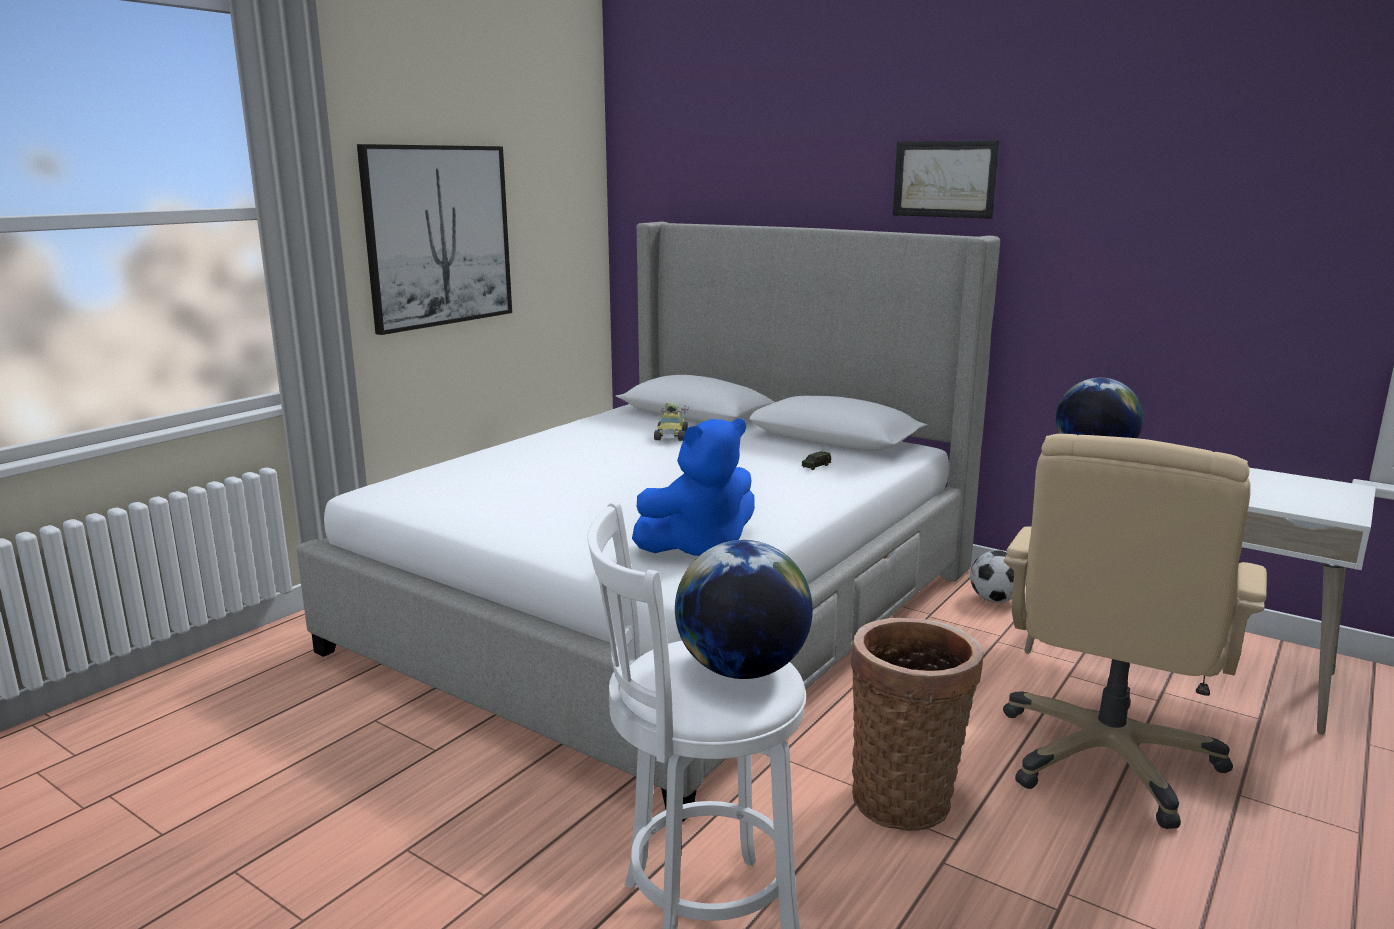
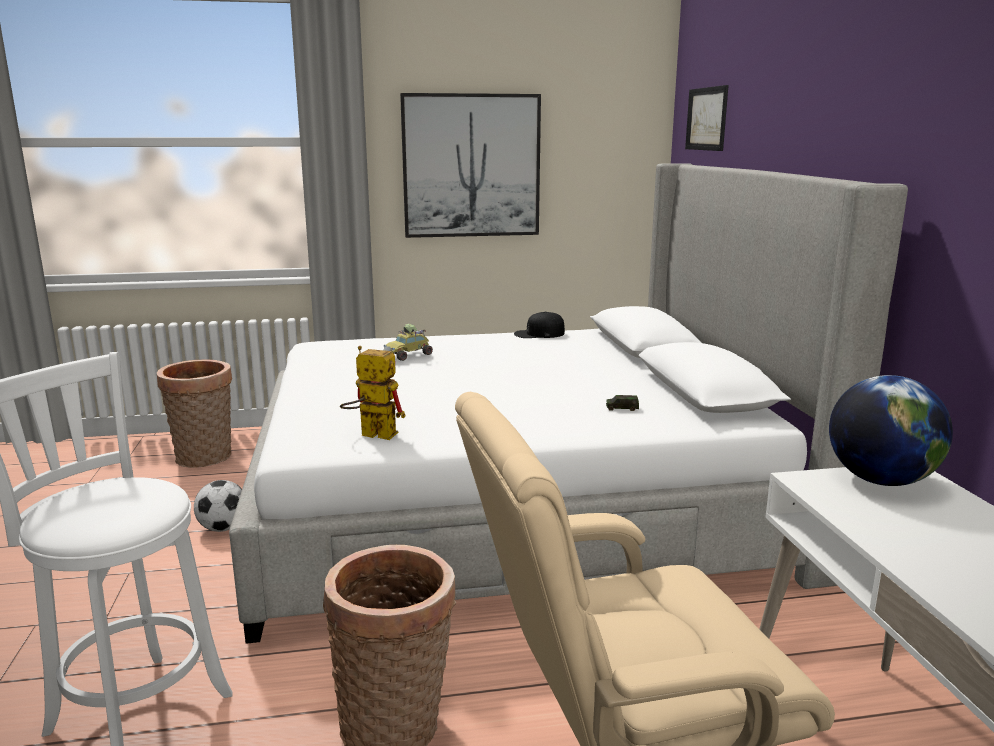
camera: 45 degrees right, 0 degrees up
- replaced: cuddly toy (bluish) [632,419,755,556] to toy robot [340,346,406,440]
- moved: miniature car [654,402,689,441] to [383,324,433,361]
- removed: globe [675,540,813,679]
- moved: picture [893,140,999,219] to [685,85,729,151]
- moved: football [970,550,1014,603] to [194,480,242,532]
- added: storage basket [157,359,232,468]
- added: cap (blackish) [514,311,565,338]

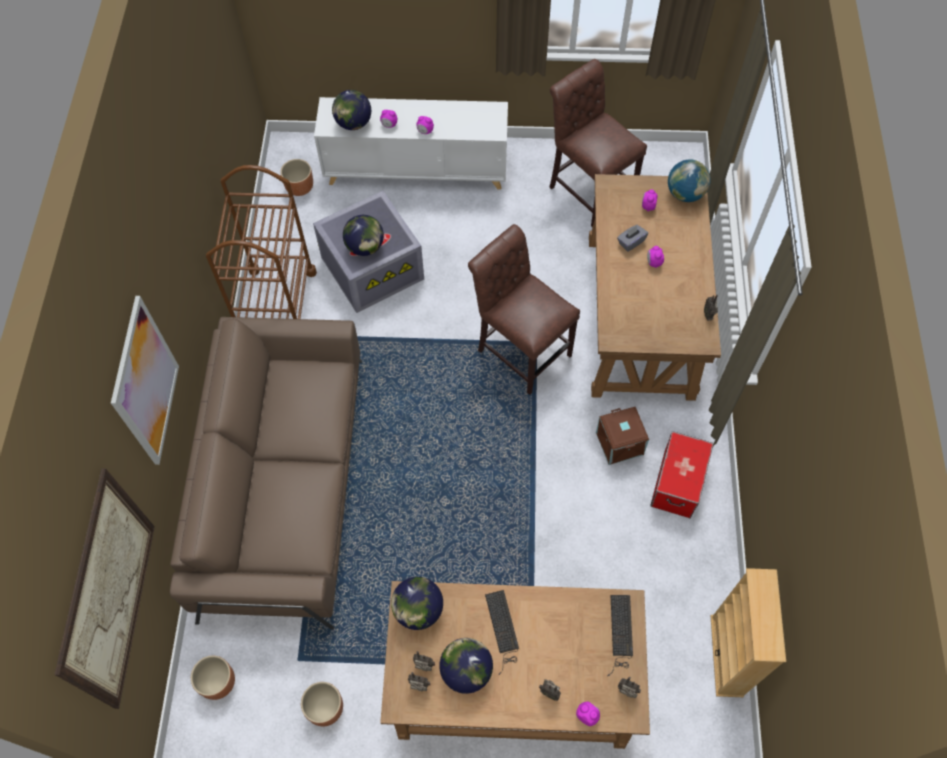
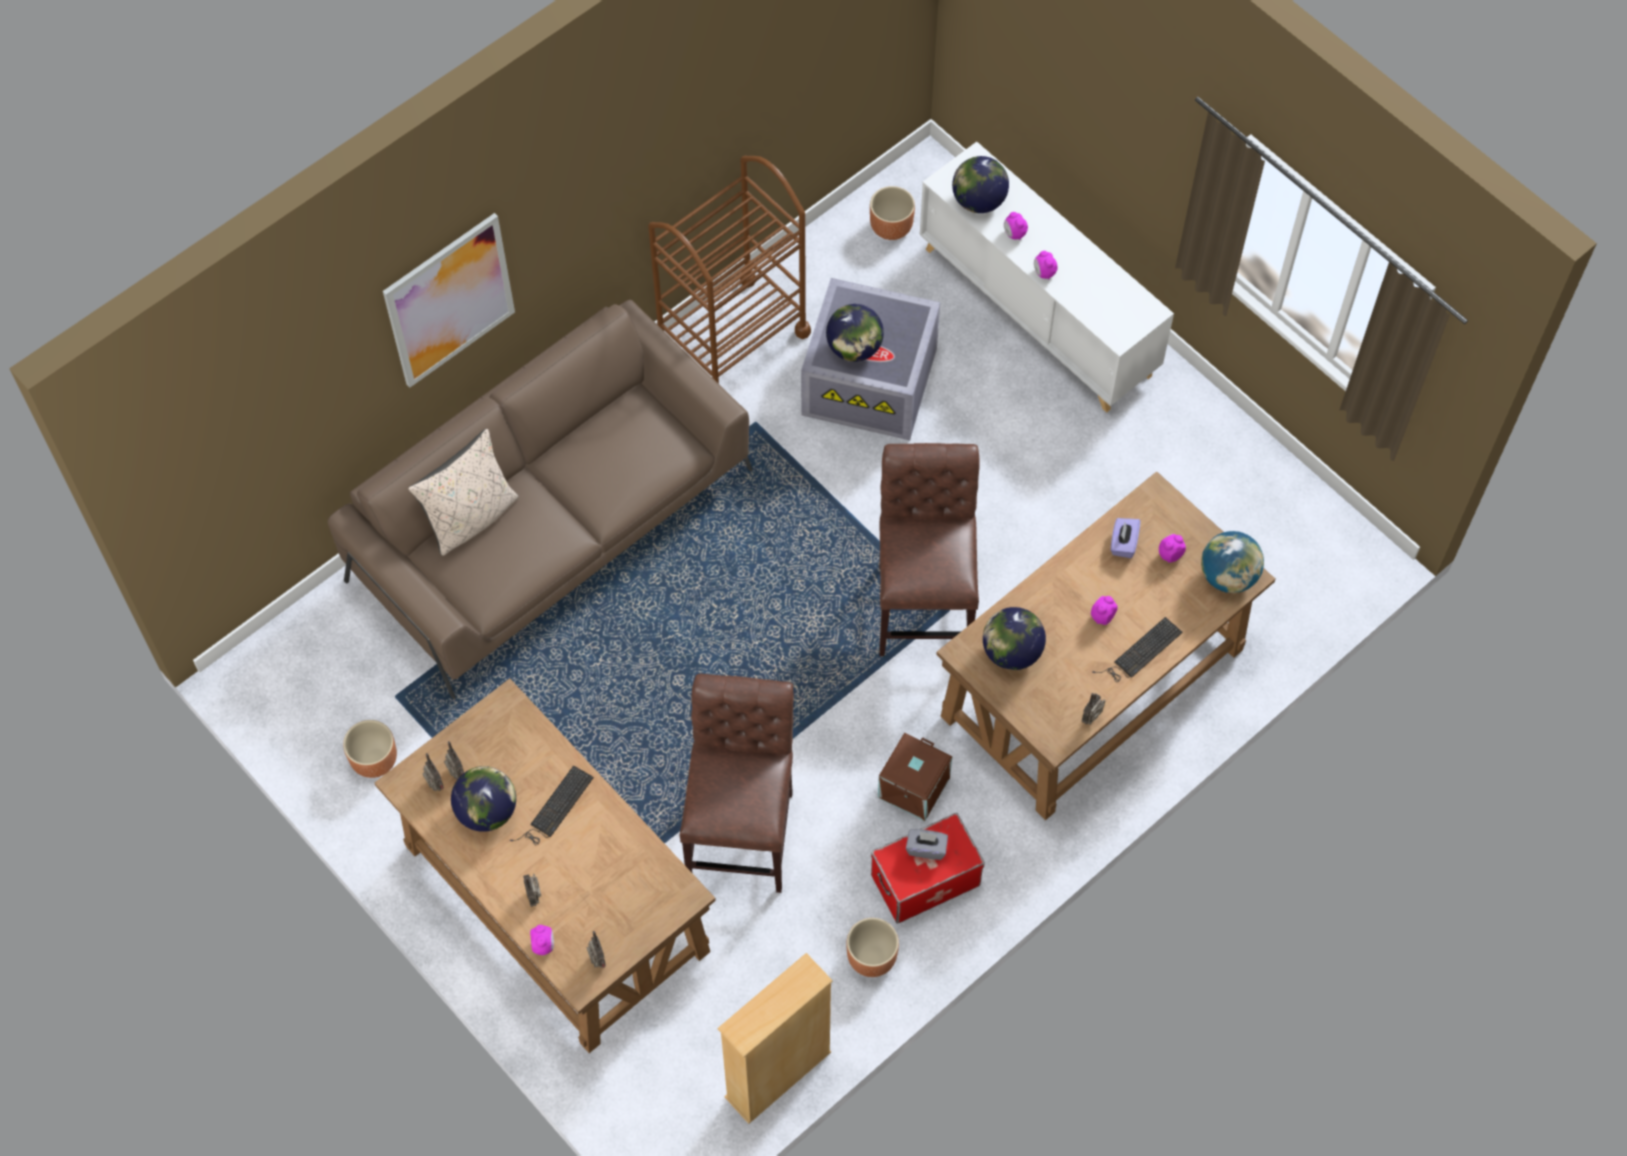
camera: 45 degrees right, 0 degrees up
- removed: picture [54,468,155,709]
- moved: plant pot (brownish) [191,656,235,700] to [846,918,899,977]
- moved: globe [391,577,443,630] to [983,607,1046,670]
- moved: plain chair (brownish) [550,59,647,227] to [680,674,794,893]
- moved: keyboard [608,595,633,676] to [1092,617,1182,682]
- moved: tissue box (gray) [617,225,648,252] to [906,829,948,860]
- added: throw pillow (beige-coloured) [408,429,519,556]
- added: tissue box (purplish) [1111,518,1140,558]

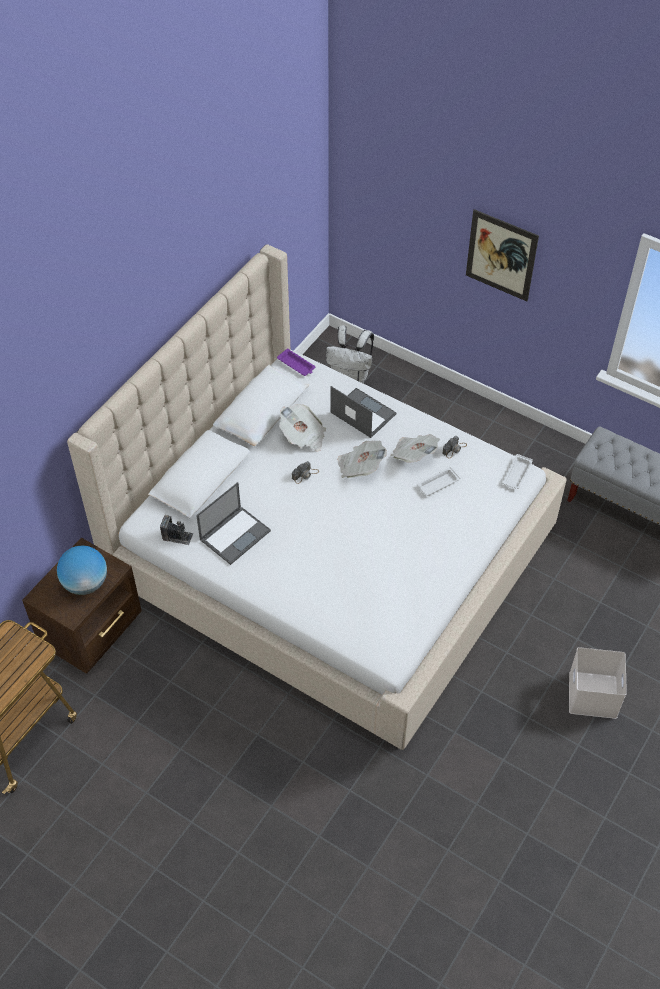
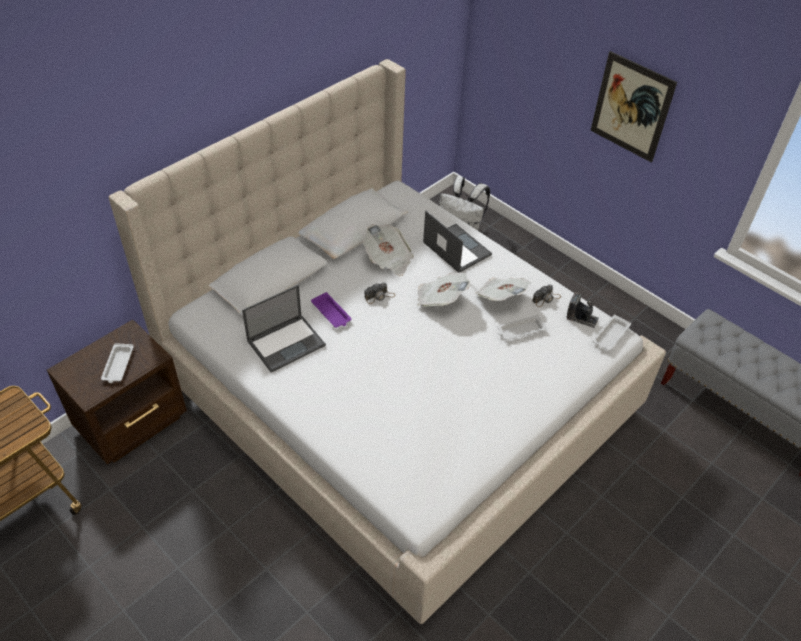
camera: 10 degrees right, 5 degrees down
- replaced: globe [57,546,107,595] to carrying tray (white-coloured) [101,343,134,383]
- moved: still camera [160,515,193,545] to [566,292,599,328]
- moved: carrying tray (purplish) [277,348,315,376] to [311,292,351,328]
- removed: storage box (white-coloured) [569,647,627,719]

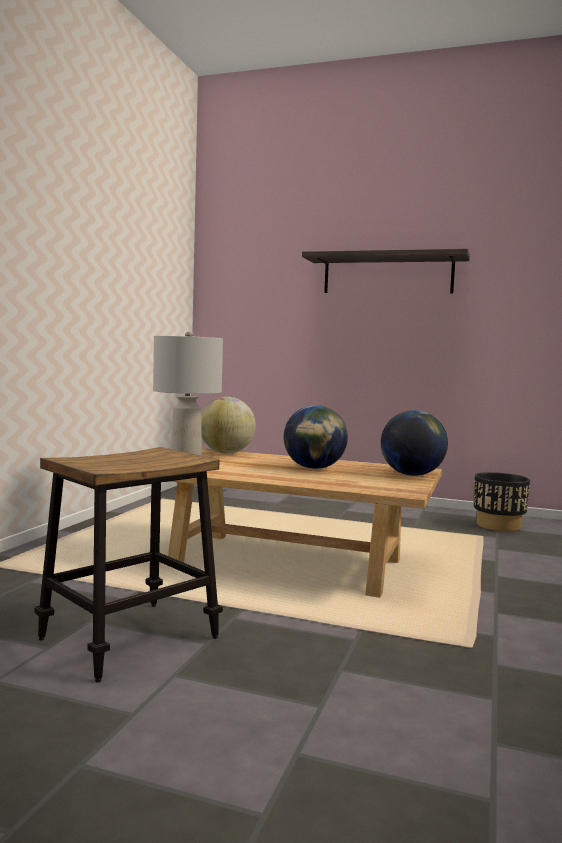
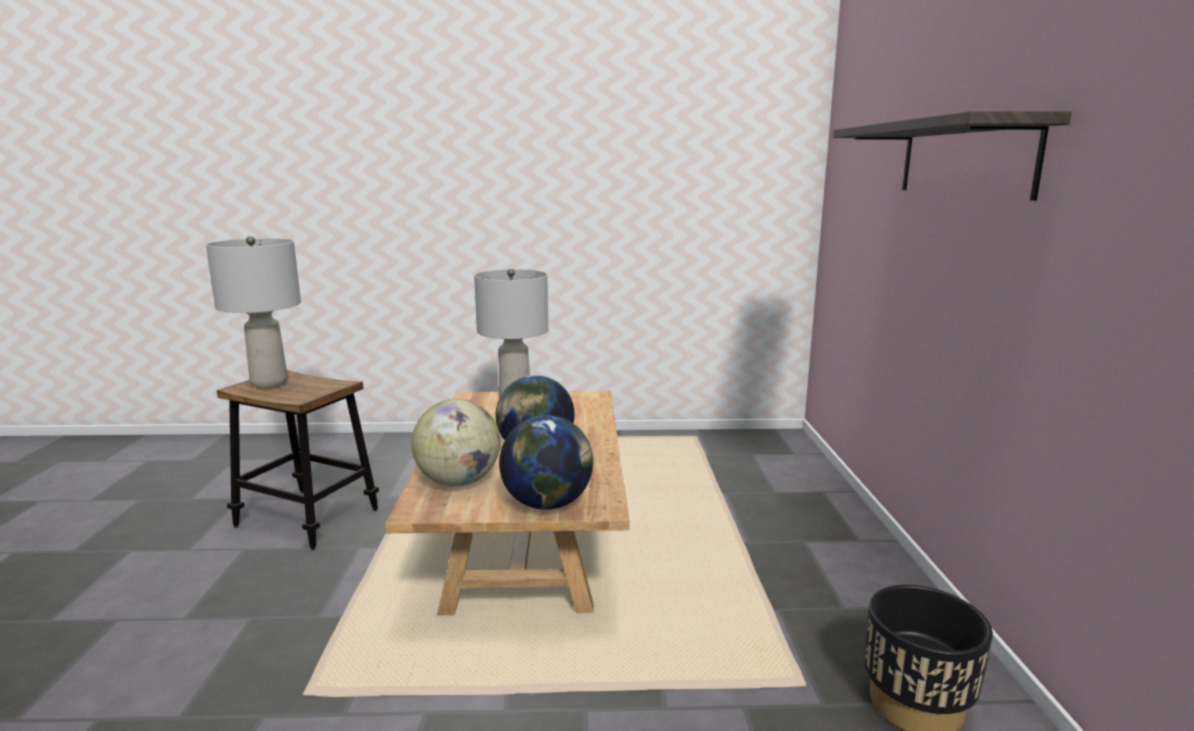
camera: 70 degrees right, 10 degrees up
- moved: globe [201,397,256,454] to [412,399,500,486]
- added: tabletop lamp (gray) [206,236,301,388]

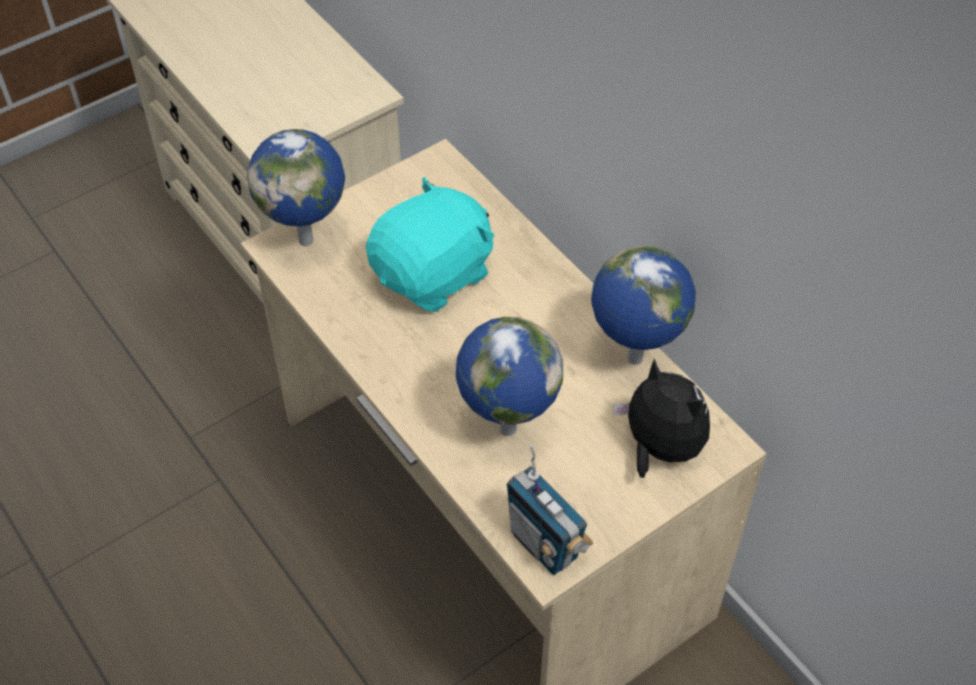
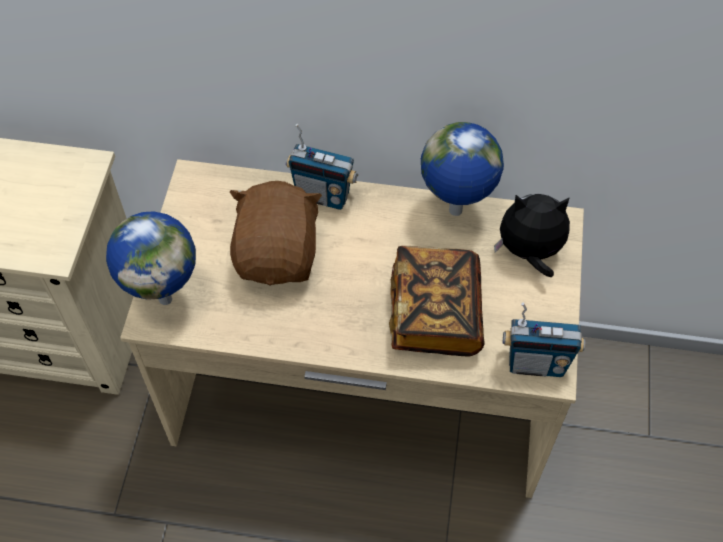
camera: 45 degrees left, 5 degrees up
- recoloured: cuddly toy (turquoise) [366,177,494,312] to cuddly toy (brownish) [230,181,322,285]
- replaced: globe [455,317,563,436] to bound book [389,246,485,356]
- added: radio [286,124,358,210]

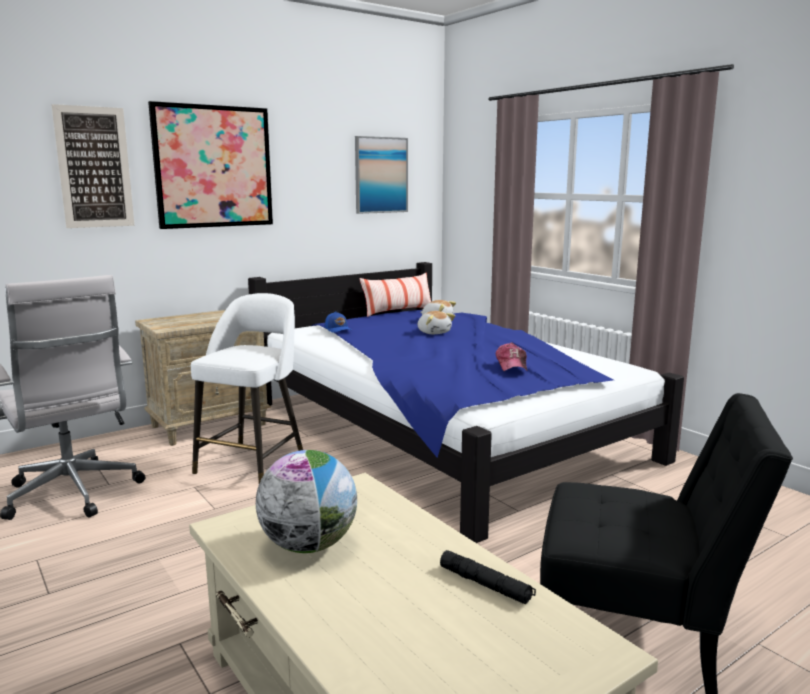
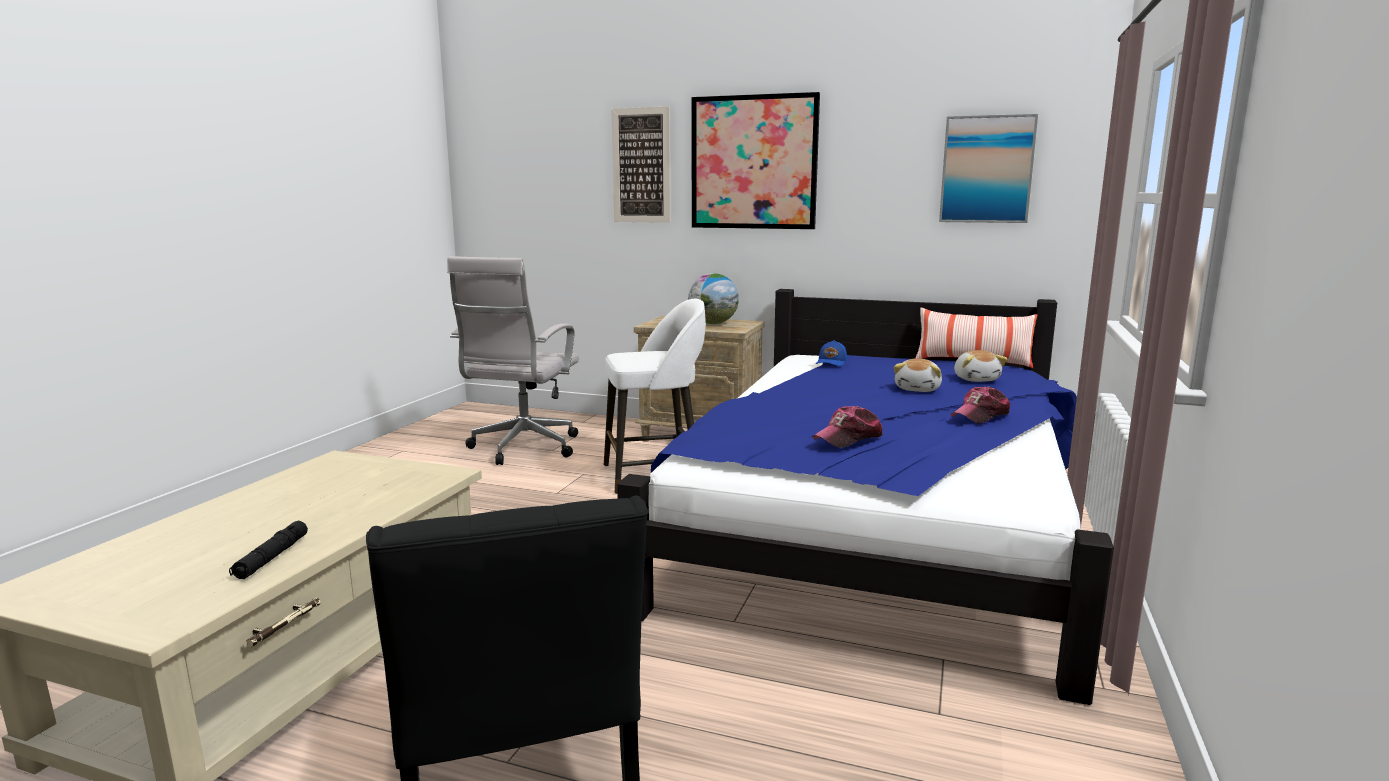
camera: 55 degrees right, 0 degrees up
- moved: globe [256,450,357,553] to [688,273,739,324]
- added: cap [951,386,1010,424]

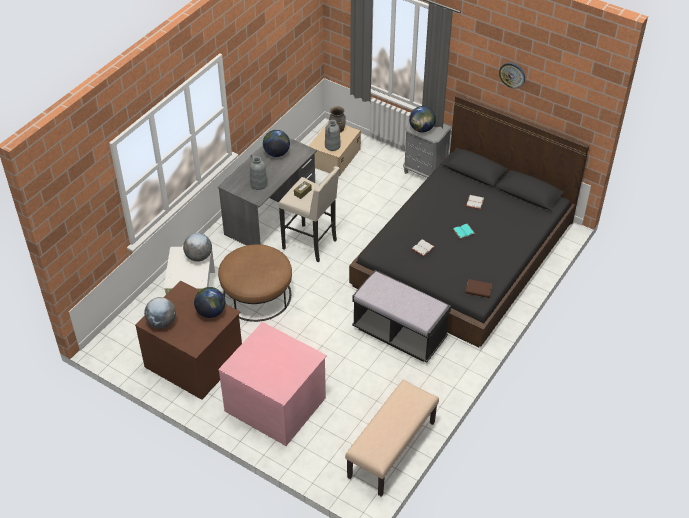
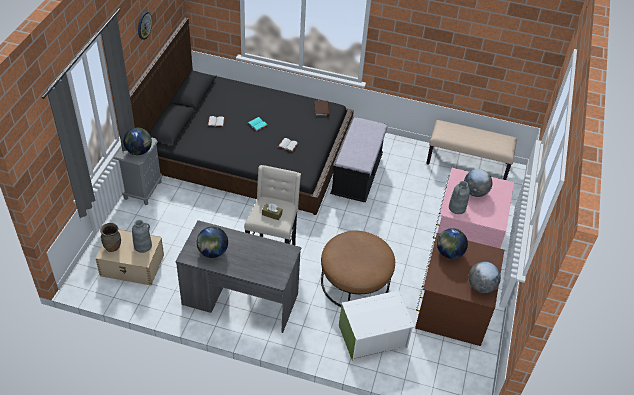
camera: 110 degrees left, 0 degrees up
- moved: globe [183,233,212,262] to [464,169,492,197]
- moved: vase (gray) [250,154,267,190] to [449,181,470,214]

